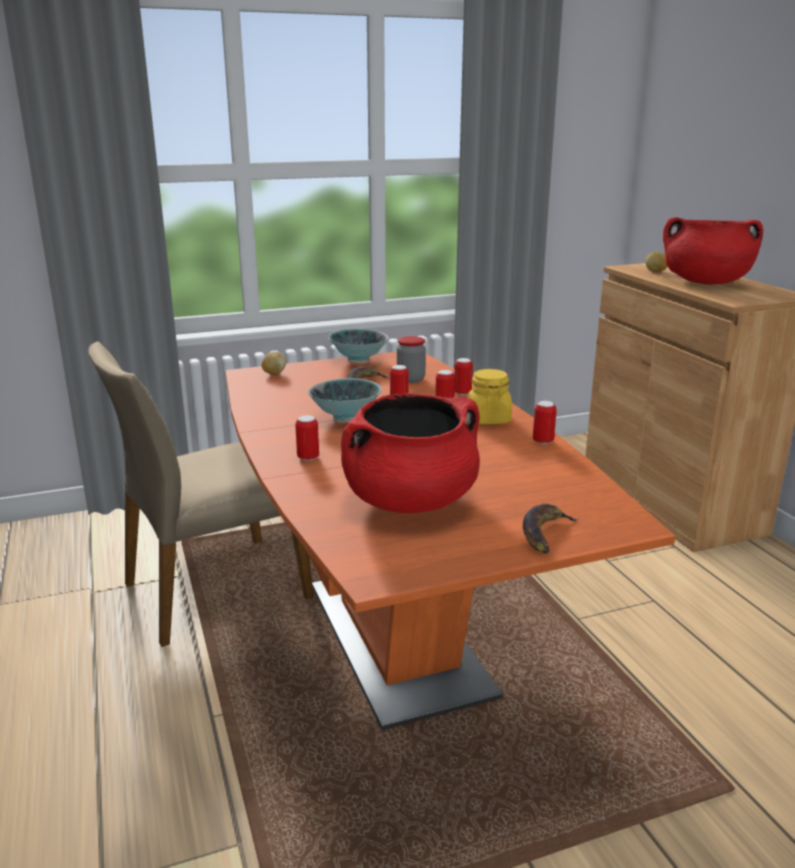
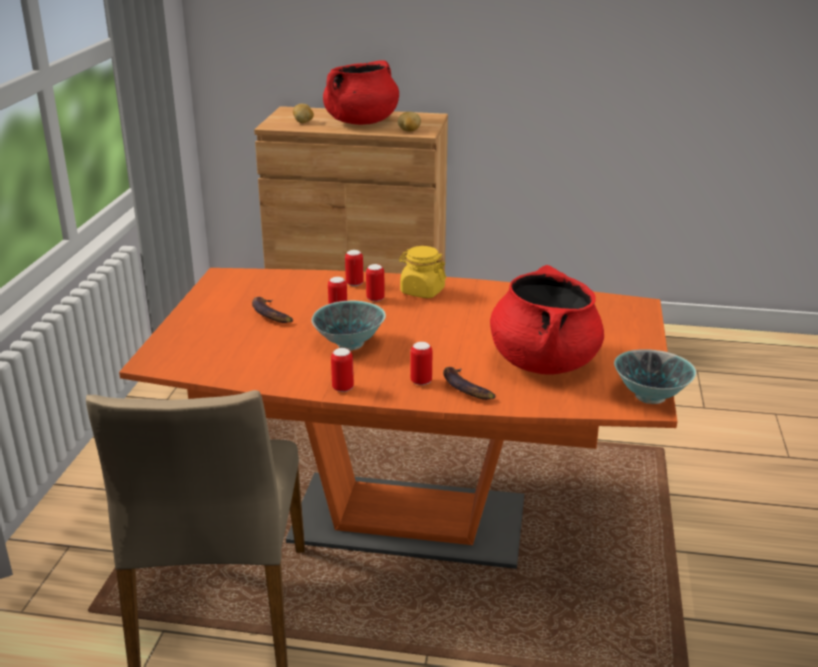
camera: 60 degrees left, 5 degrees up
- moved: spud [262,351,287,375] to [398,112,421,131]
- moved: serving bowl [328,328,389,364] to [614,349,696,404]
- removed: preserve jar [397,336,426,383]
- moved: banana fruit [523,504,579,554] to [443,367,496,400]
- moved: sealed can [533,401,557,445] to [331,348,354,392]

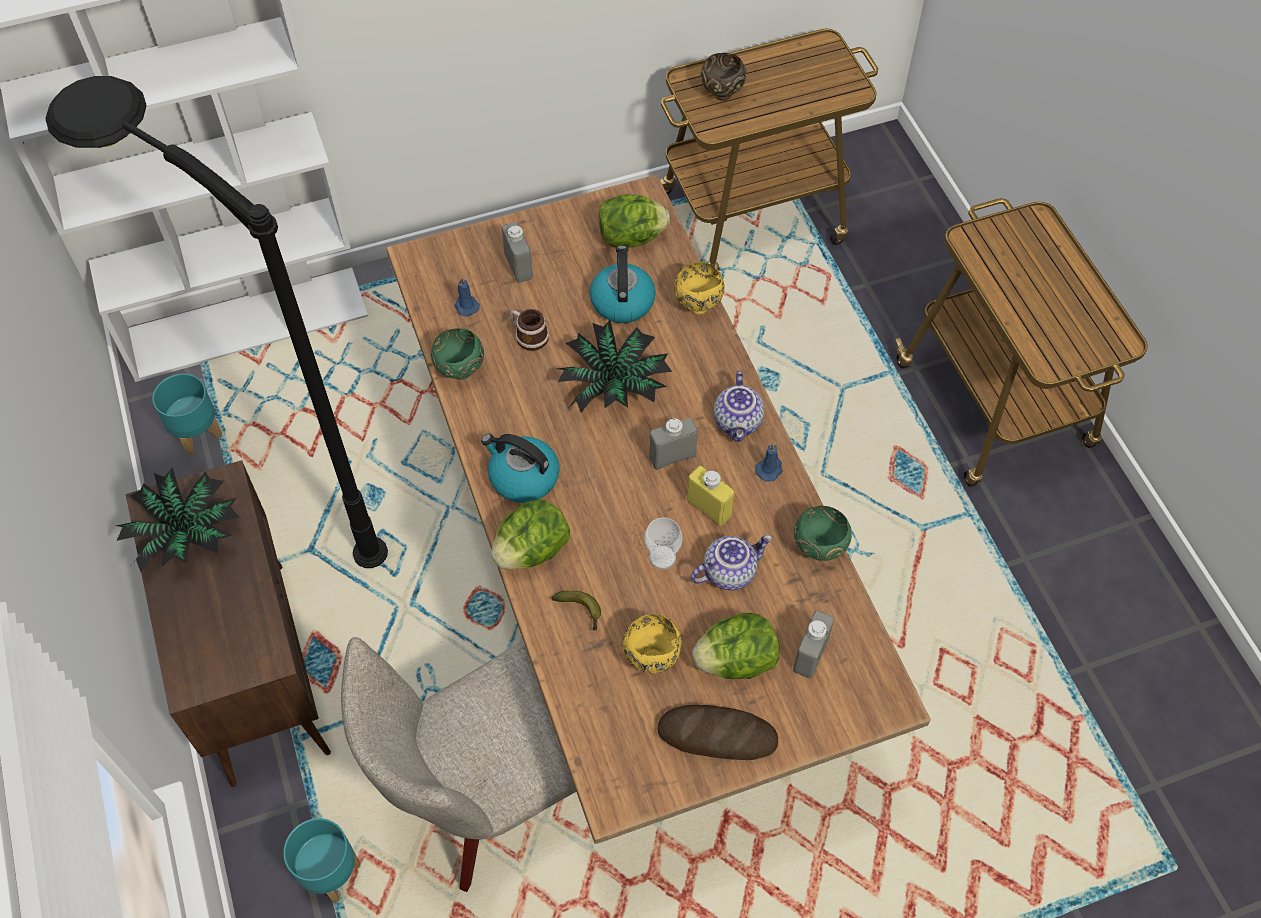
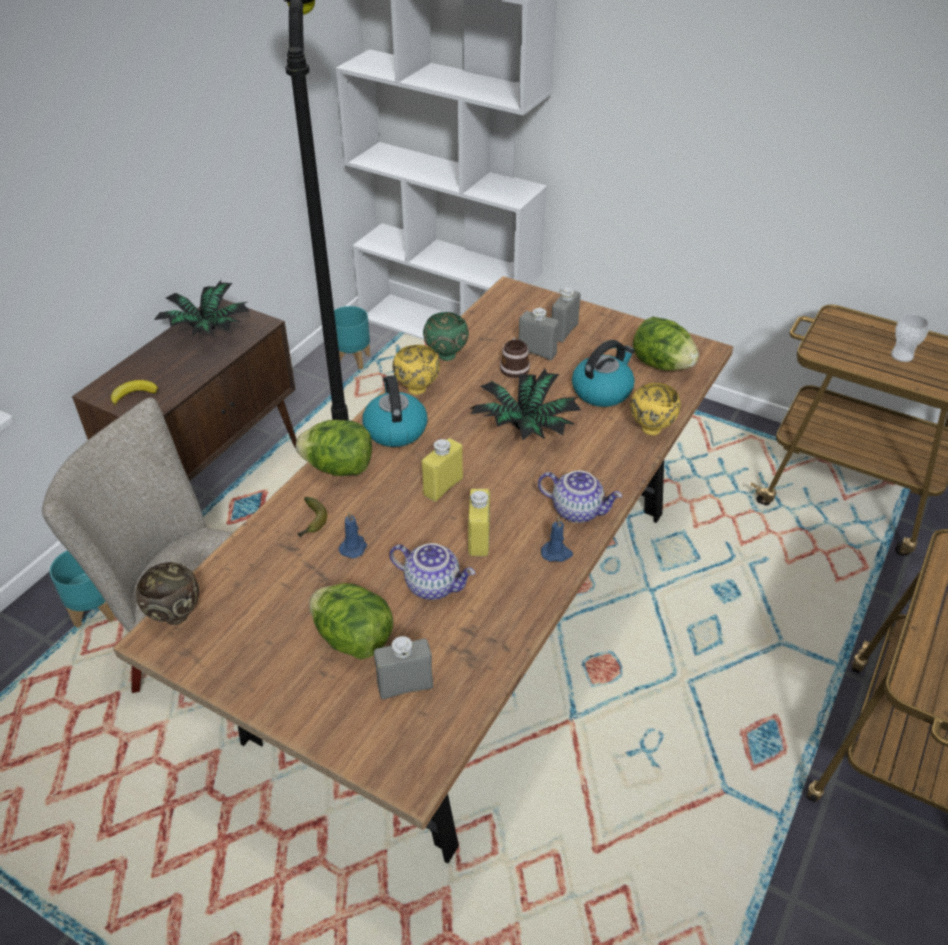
camera: 50 degrees right, 15 degrees down
- moved: wax candle (bluish) [455,277,480,316] to [339,512,367,558]
- moved: serving bowl (yellow-coloured) [623,614,682,673] to [392,345,440,395]
- moved: small cup [644,518,682,570] to [891,314,929,362]
- moved: bottle (gray) [649,418,698,470] to [519,308,559,360]
- removed: bread [658,705,778,760]
- moved: serving bowl (brownish) [701,53,746,101] to [136,562,199,625]
- turned: pot for tea [714,371,764,442] = [538,471,622,523] 120 degrees counterclockwise
- removed: serving bowl (green) [794,506,852,561]
- added: banana fruit [111,380,158,406]
- added: bottle (yellow-coloured) [422,438,463,502]

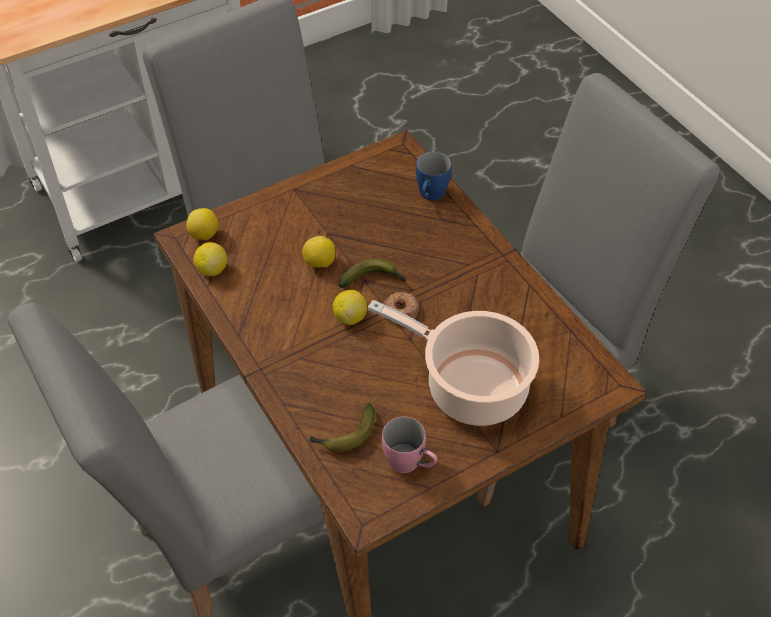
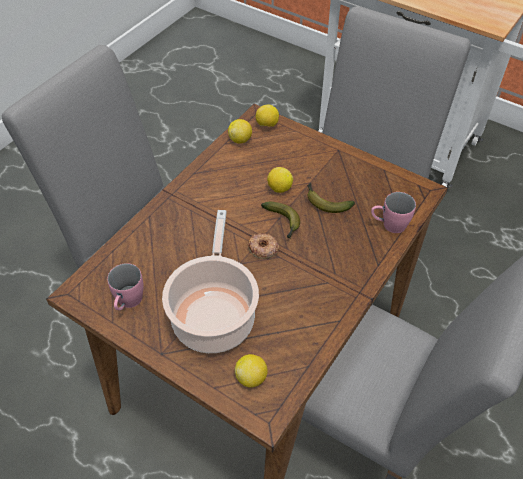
camera: 65 degrees right, 0 degrees up
- moved: banana fruit [309,403,375,452] to [307,183,355,213]
- moved: lemon [333,290,367,325] to [235,354,268,388]
- recoloured: mug (bluish) [416,151,452,200] to mug (pinkish) [371,192,416,233]

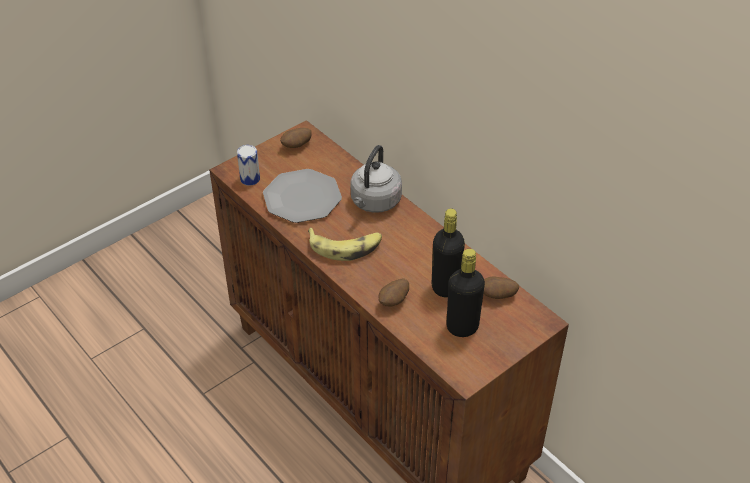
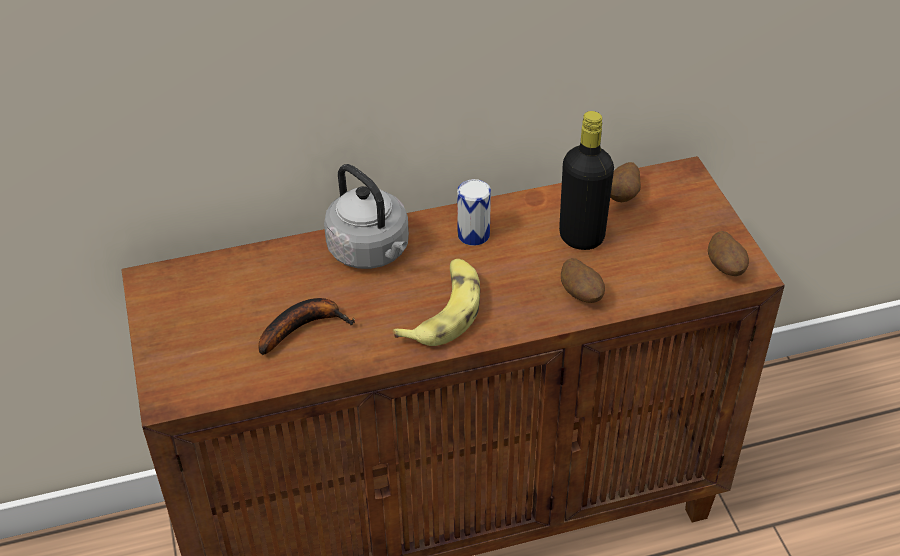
camera: 65 degrees left, 0 degrees up
- moved: sealed can [237,145,260,186] to [457,179,491,246]
- replaced: plate [263,169,342,223] to banana fruit [258,298,355,355]
- moved: spud [280,128,312,148] to [708,231,749,276]
- removed: bottle (blackish) [446,249,485,337]

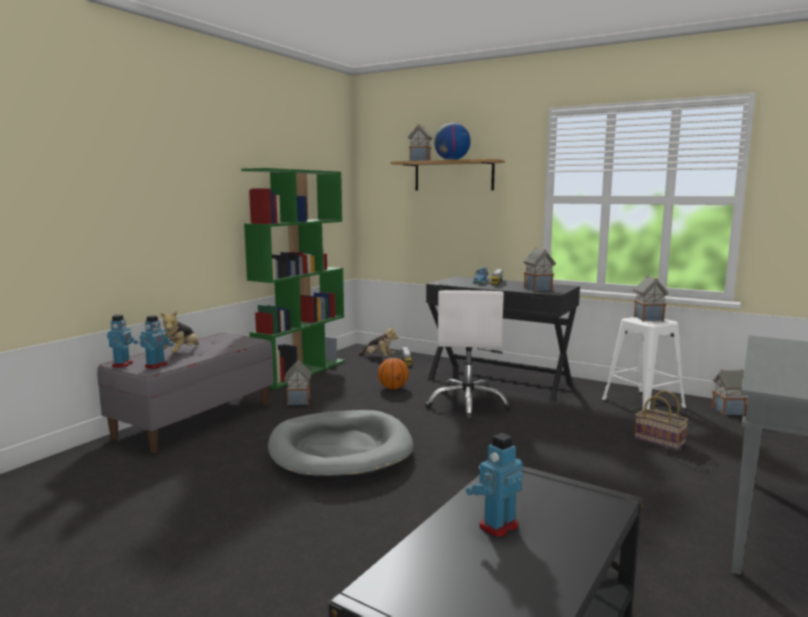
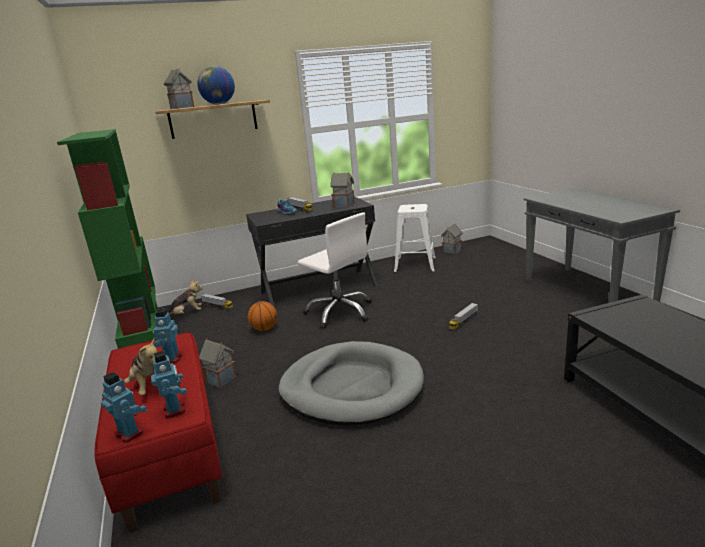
camera: 50 degrees left, 10 degrees up
- recoloured: indoor bench (gray) [97,333,274,453] to indoor bench (reddish) [95,332,222,533]
- moved: toy robot [466,433,523,537] to [153,309,182,364]
- removed: toy house [634,275,668,322]
- removed: storage basket [635,390,689,450]
- added: toy truck [449,303,478,331]

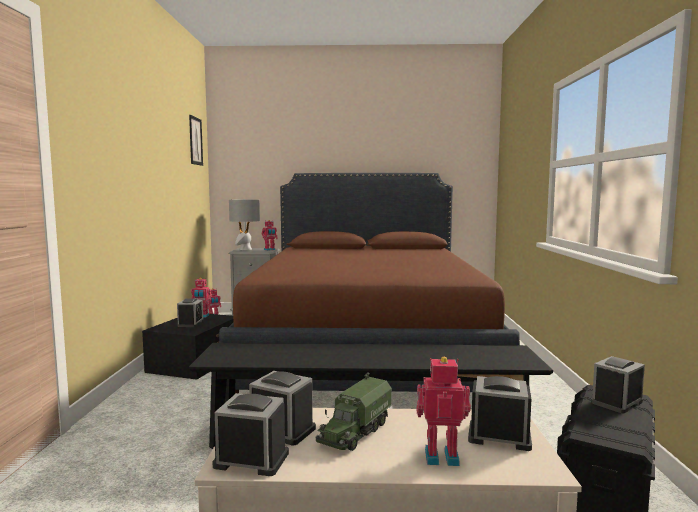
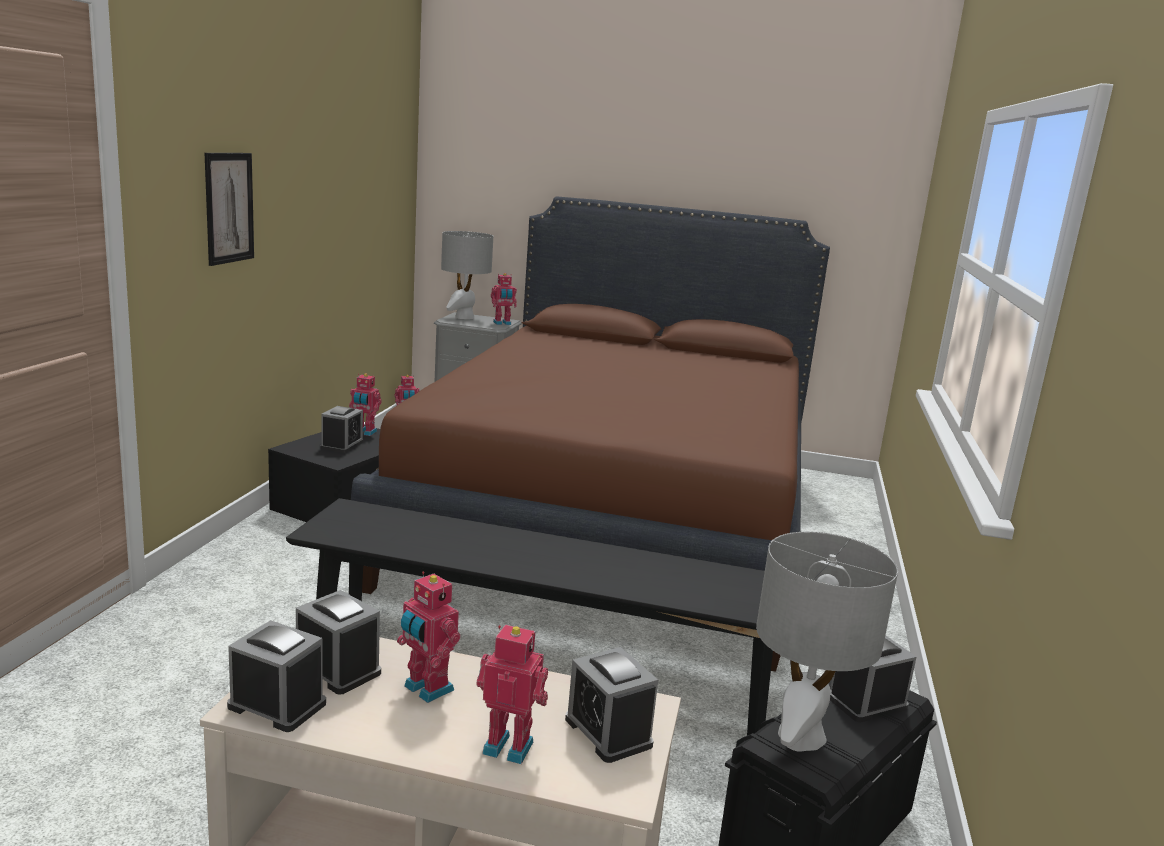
camera: 10 degrees right, 10 degrees up
- moved: picture [189,115,203,166] to [204,153,254,266]
- replaced: toy truck [315,372,392,451] to toy robot [397,571,460,703]
- turned: alarm clock [468,376,532,451] = [565,647,658,763] 150 degrees counterclockwise
- added: tabletop lamp (gray) [756,532,898,752]

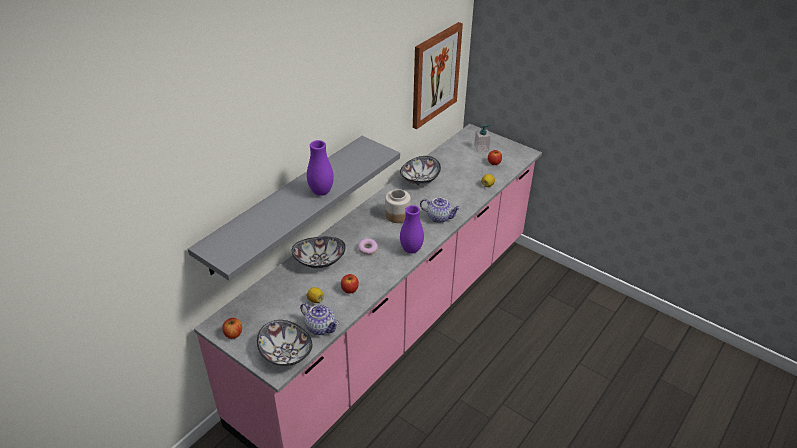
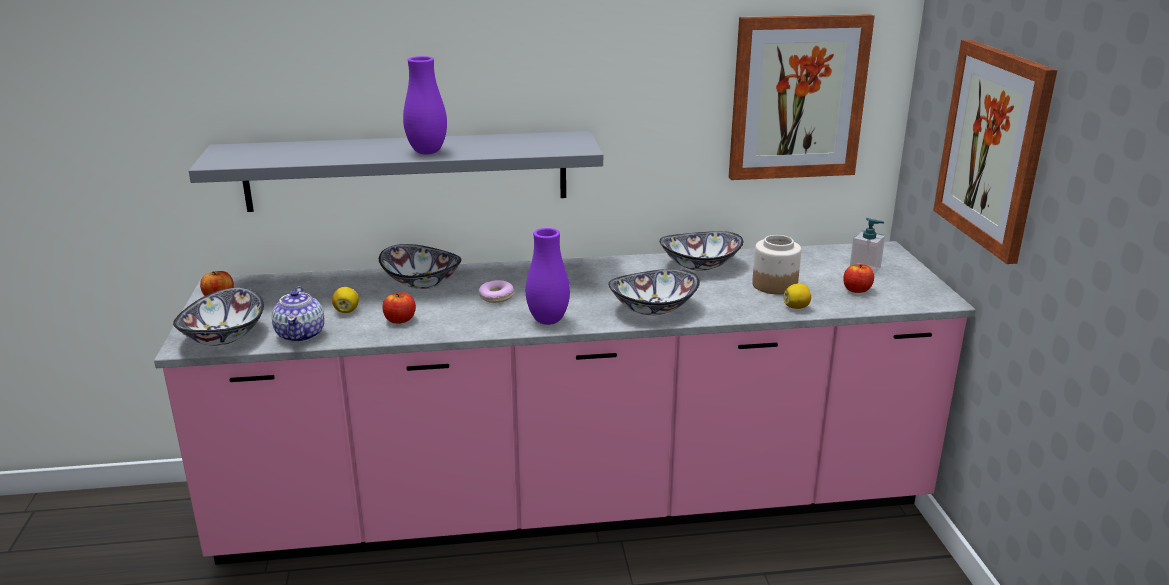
camera: 45 degrees right, 15 degrees down
- moved: preserve jar [385,189,411,223] to [752,235,801,295]
- replaced: pot for tea [420,198,461,223] to serving bowl [608,269,700,315]
- added: picture [933,40,1057,264]

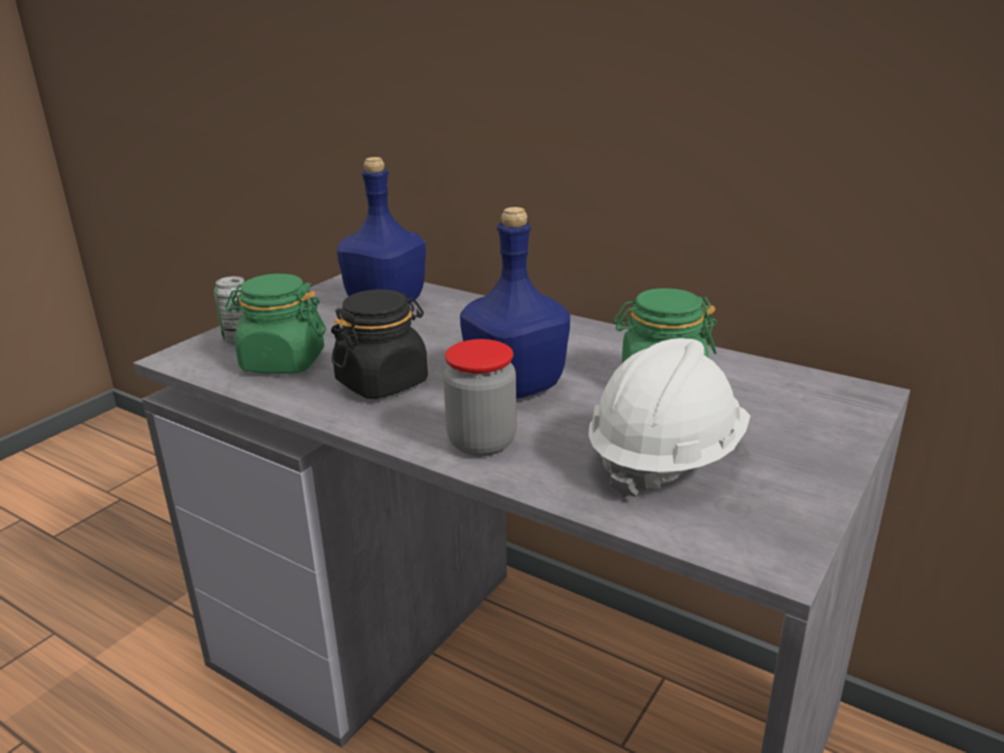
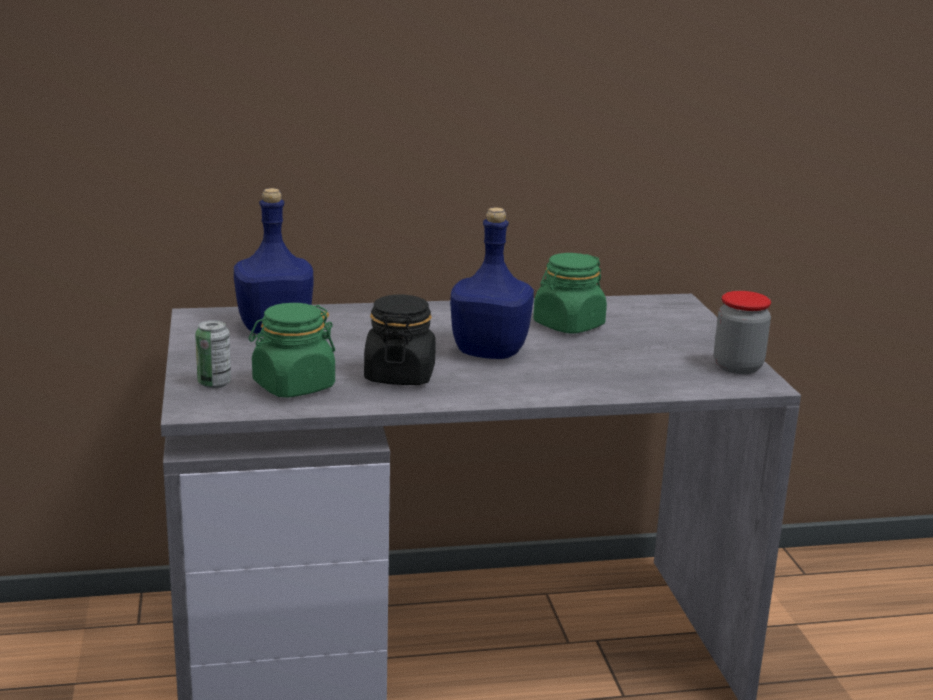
camera: 45 degrees left, 5 degrees down
- moved: preserve jar [443,339,517,456] to [714,291,771,374]
- removed: safety helmet (white-coloured) [588,338,750,498]

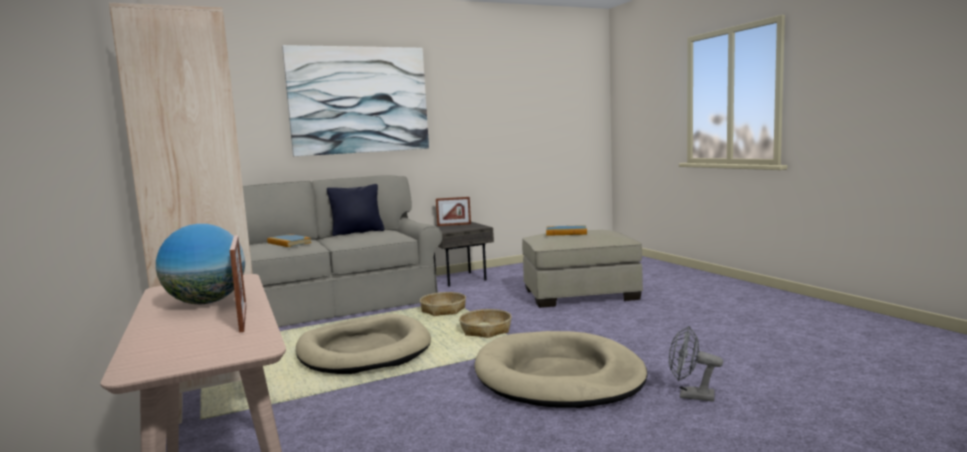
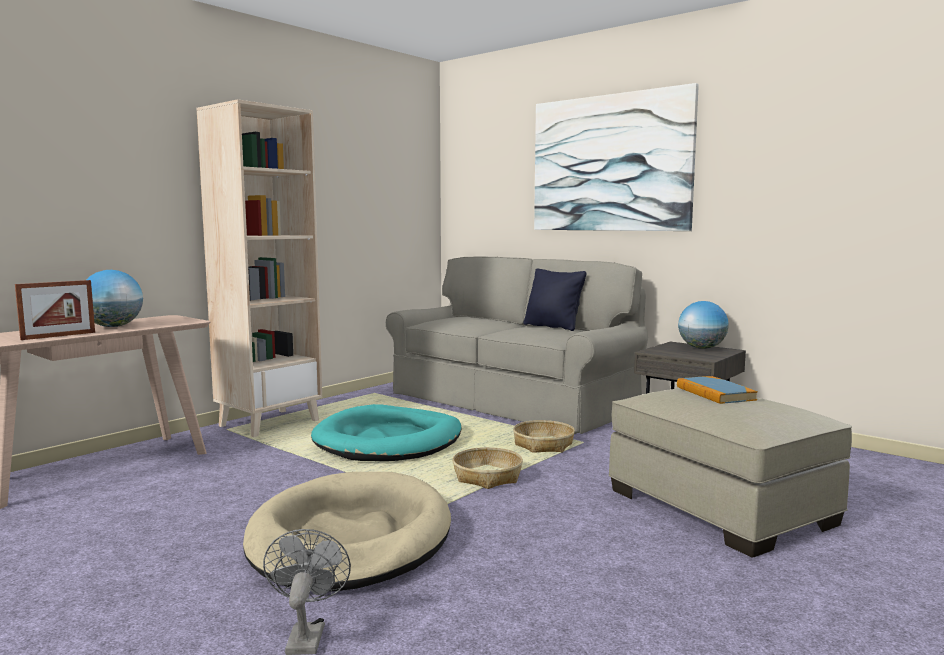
camera: 65 degrees right, 0 degrees up
- removed: bound book [267,234,311,247]
- recoloured: dog bed (beige-coloured) [296,314,431,374] to dog bed (turquoise) [311,404,462,461]
- replaced: photo frame [436,197,471,226] to globe [678,301,729,349]

